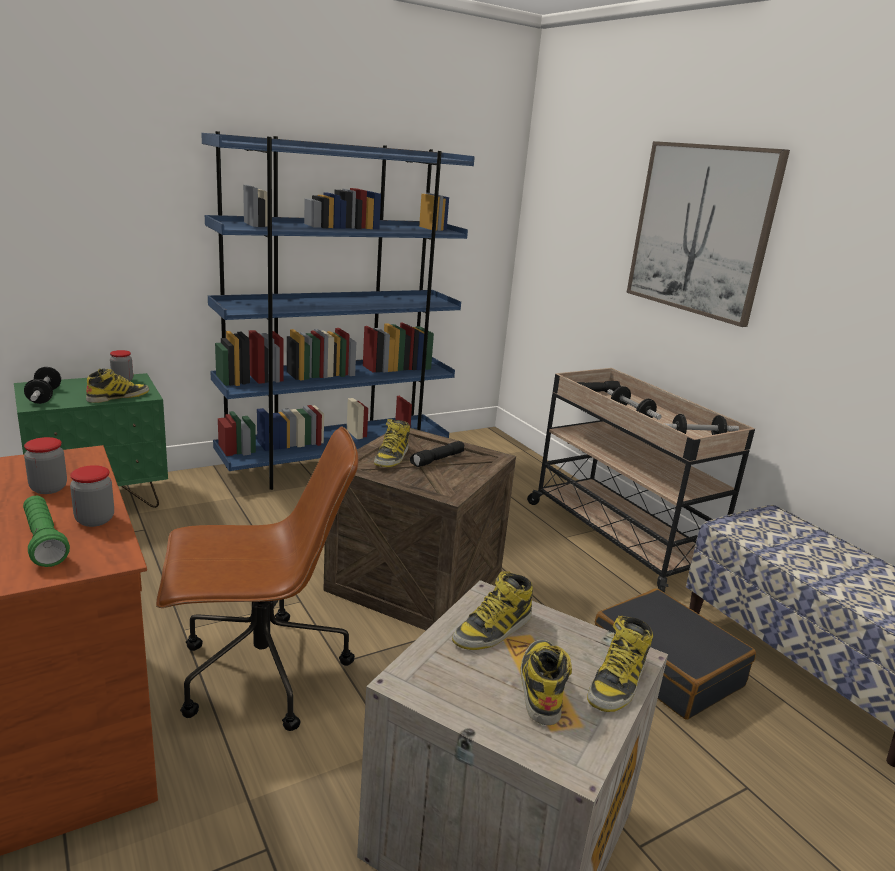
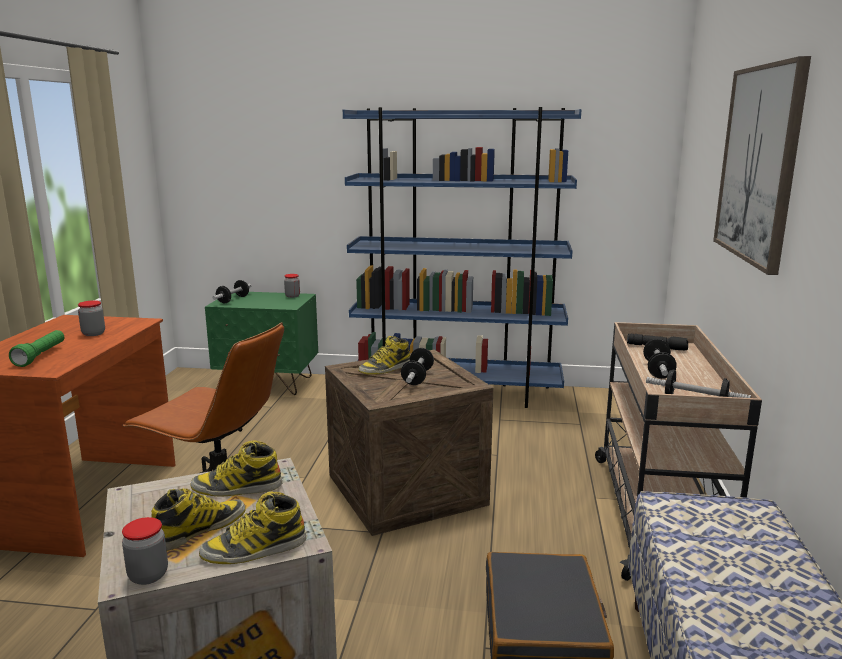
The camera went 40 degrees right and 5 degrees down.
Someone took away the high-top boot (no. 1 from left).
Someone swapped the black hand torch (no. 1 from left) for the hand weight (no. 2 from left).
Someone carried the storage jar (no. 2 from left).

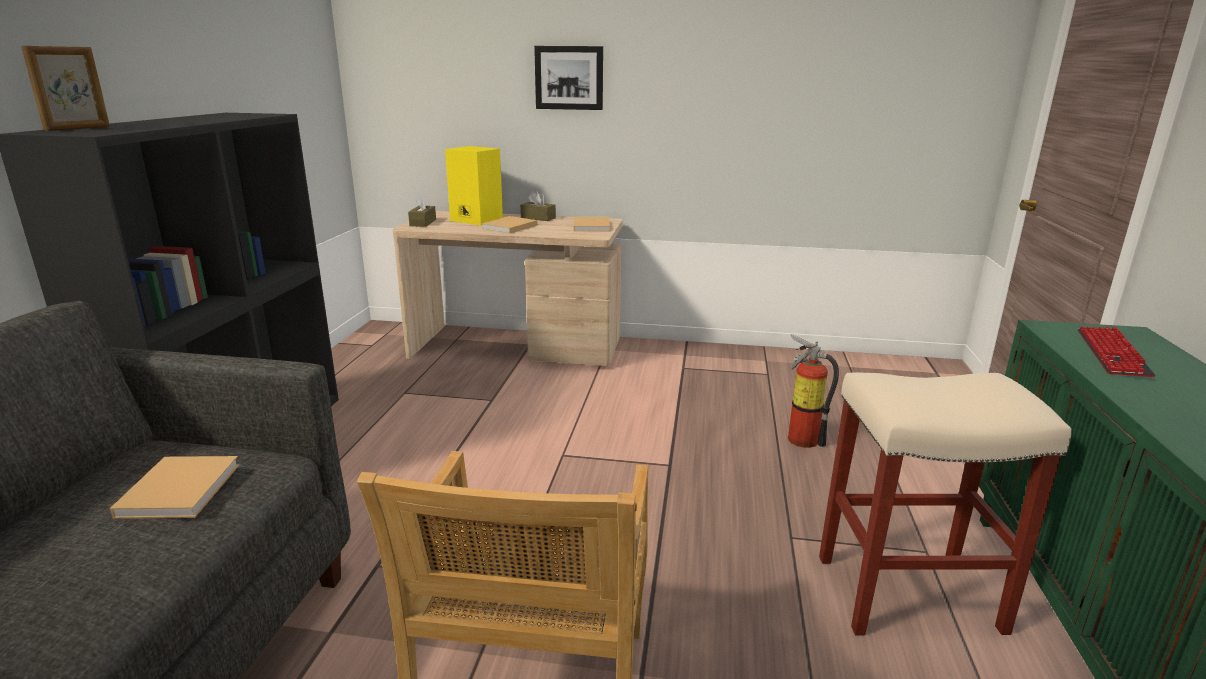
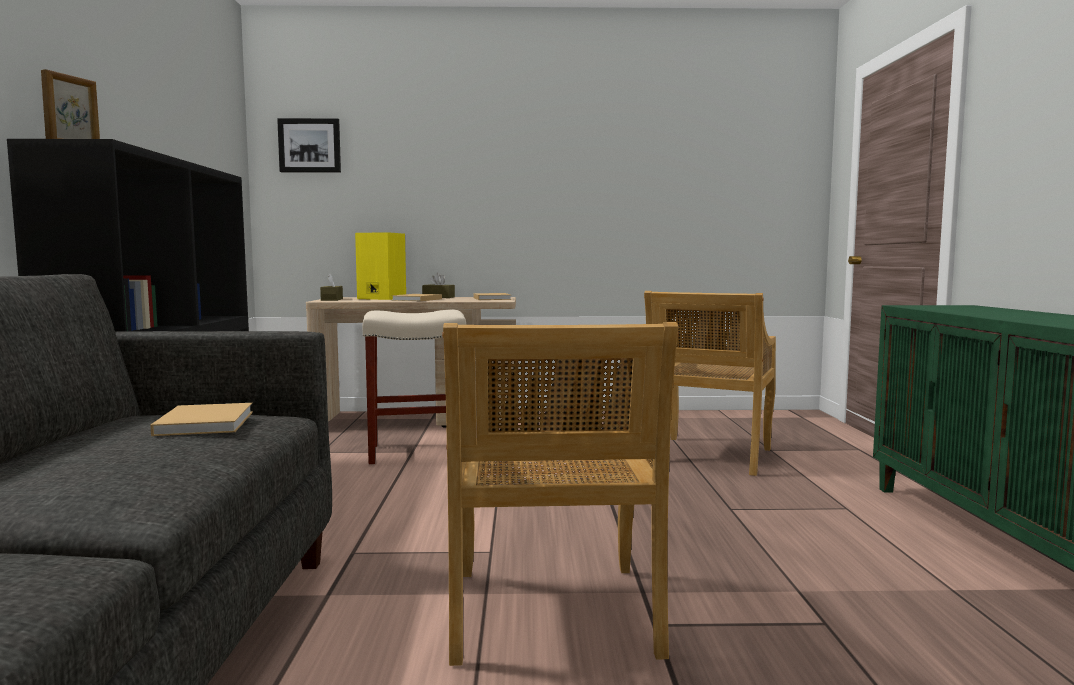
The camera went 10 degrees left and 15 degrees down.
Someone carried the wall picture.
Someone took away the PC keyboard.
Someone swapped the fire extinguisher for the beige plain chair (no. 2 from left).
Someone carried the beige sitting stool.

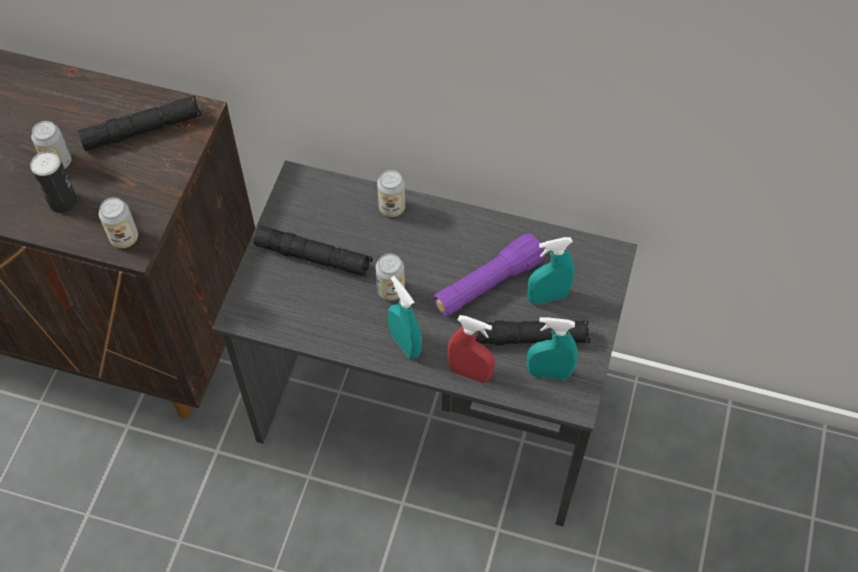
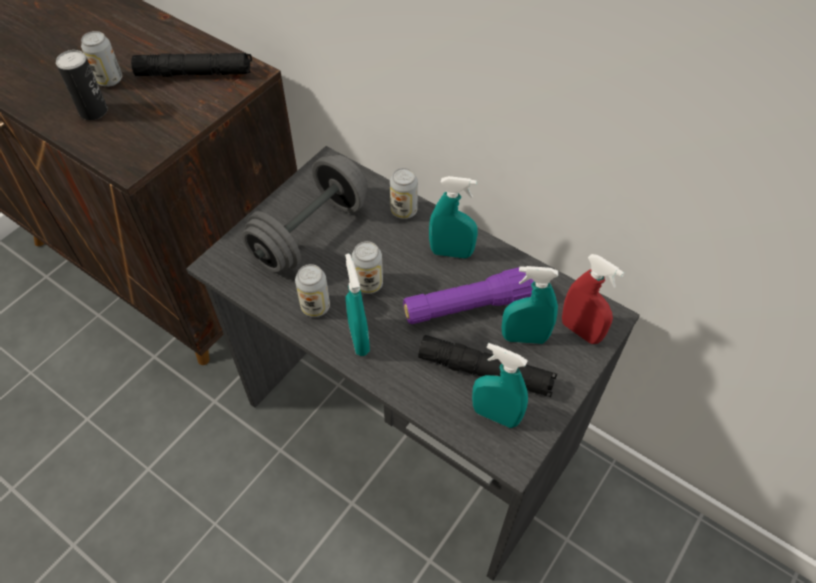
The camera went 20 degrees right and 5 degrees down.
Someone carried the sealed can (no. 3 from left).
Someone swapped the black hand torch (no. 2 from left) for the grey hand weight.
Someone carried the red spray bottle.
Someone put down the blue-green spray bottle (no. 2 from left).

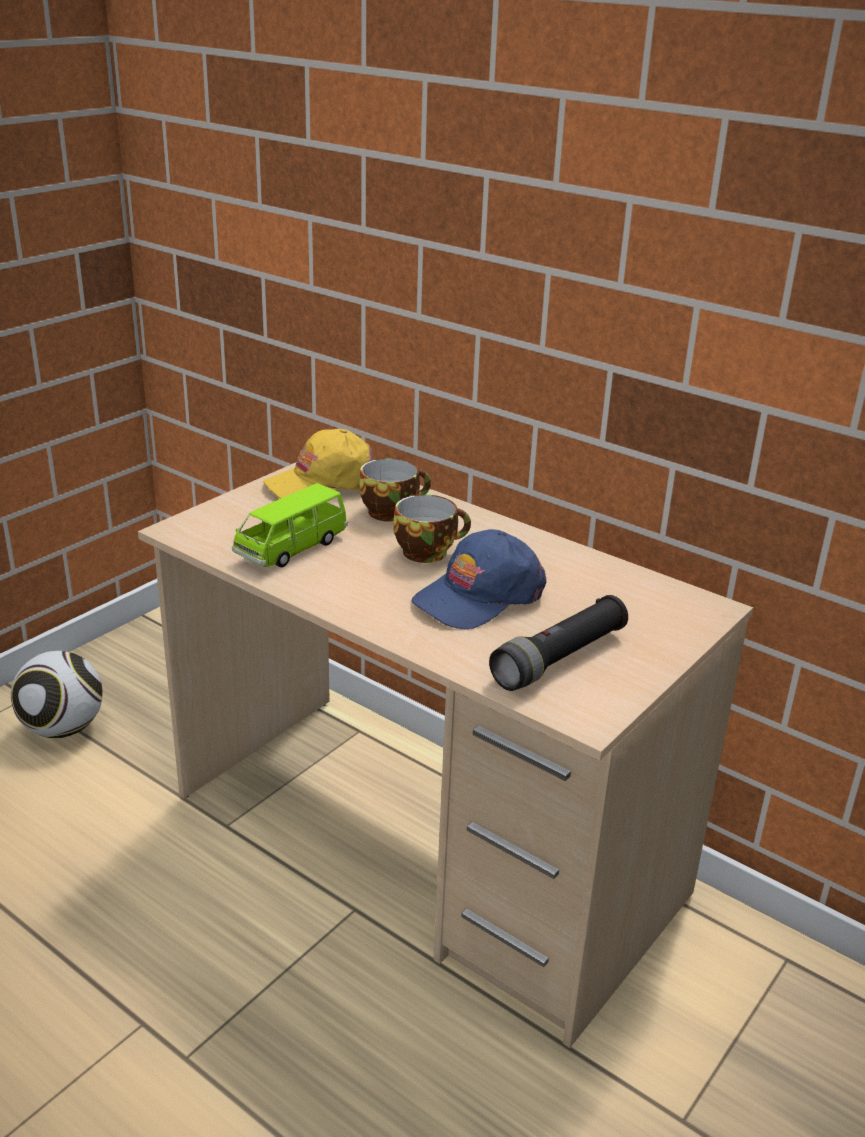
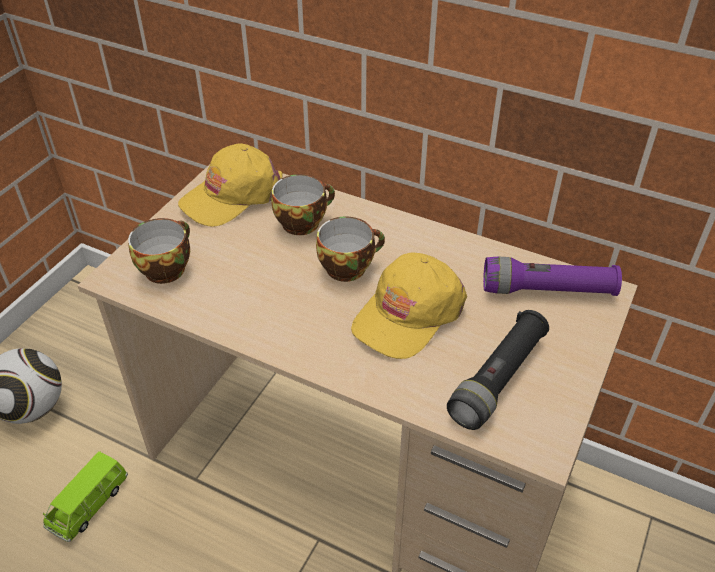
The camera went 10 degrees left and 15 degrees up.
Someone carried the green miniature car.
Someone repainted the blue baseball cap, which became the yellow-coloured baseball cap (no. 2 from left).
Someone put down the drinking cup (no. 1 from left).
Someone put down the purple hand torch.

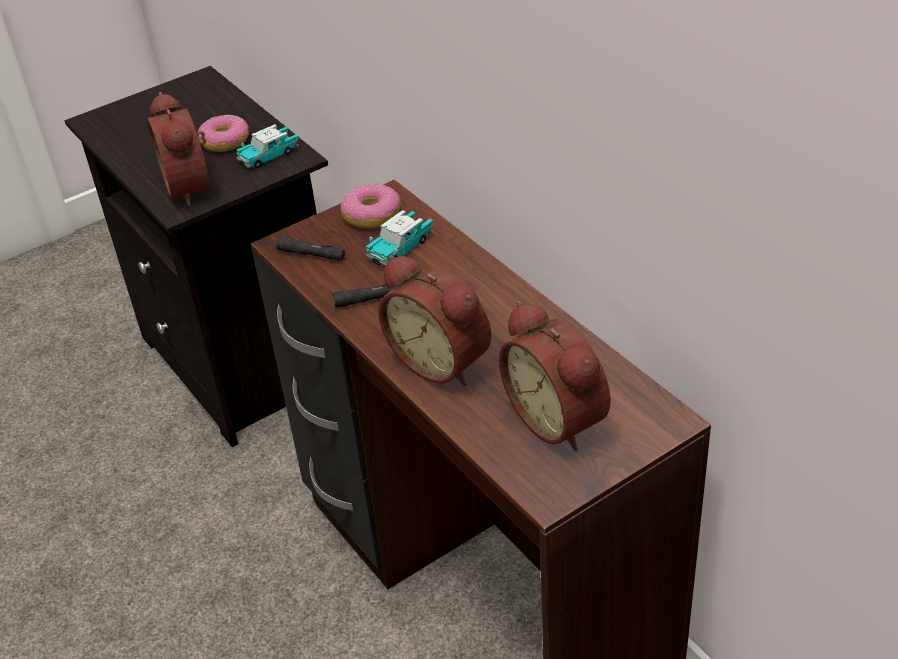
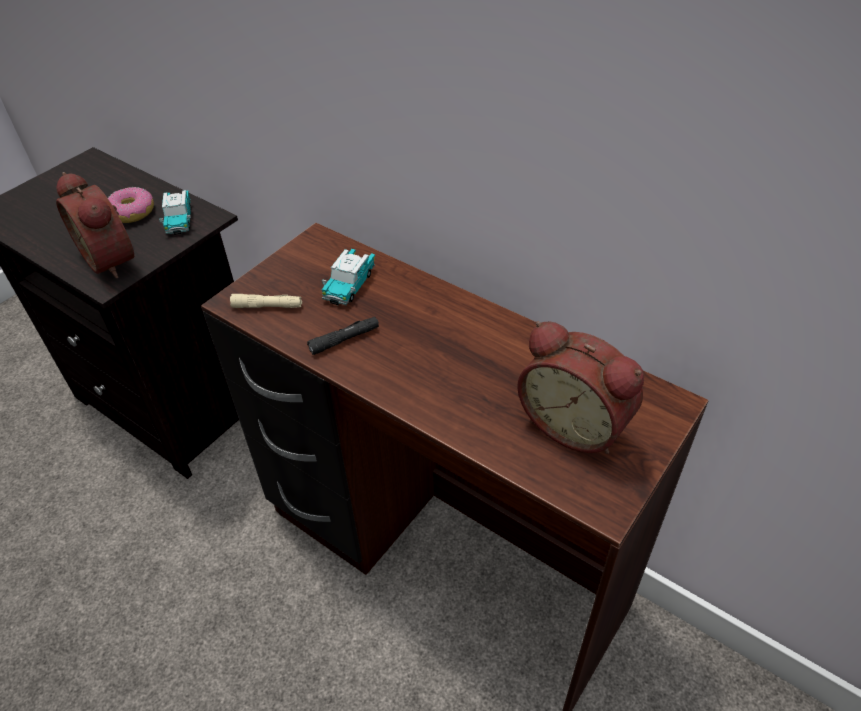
The camera went 20 degrees left and 5 degrees up.
Someone rotated the miniature car (no. 1 from left) by 45 degrees counterclockwise.
Someone took away the ring doughnut (no. 2 from left).
Someone repainted the black hand torch (no. 1 from left), which became the beige hand torch.
Someone took away the alarm clock (no. 2 from left).

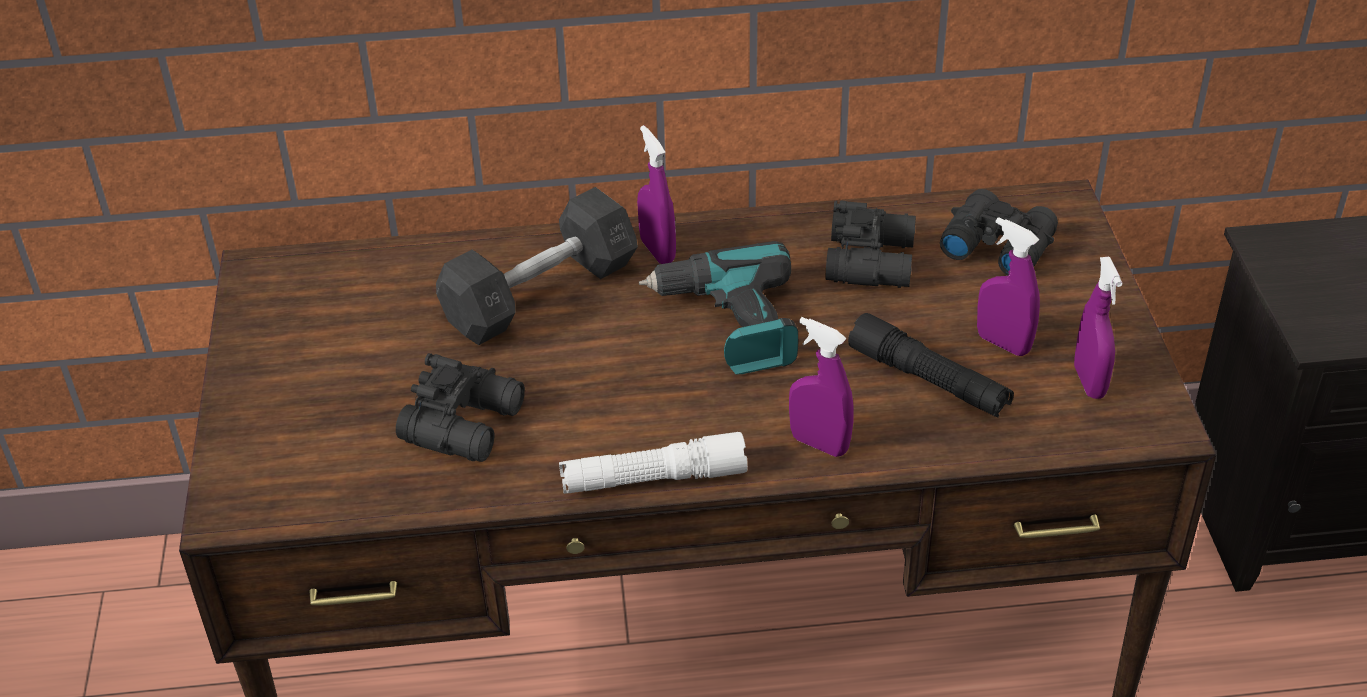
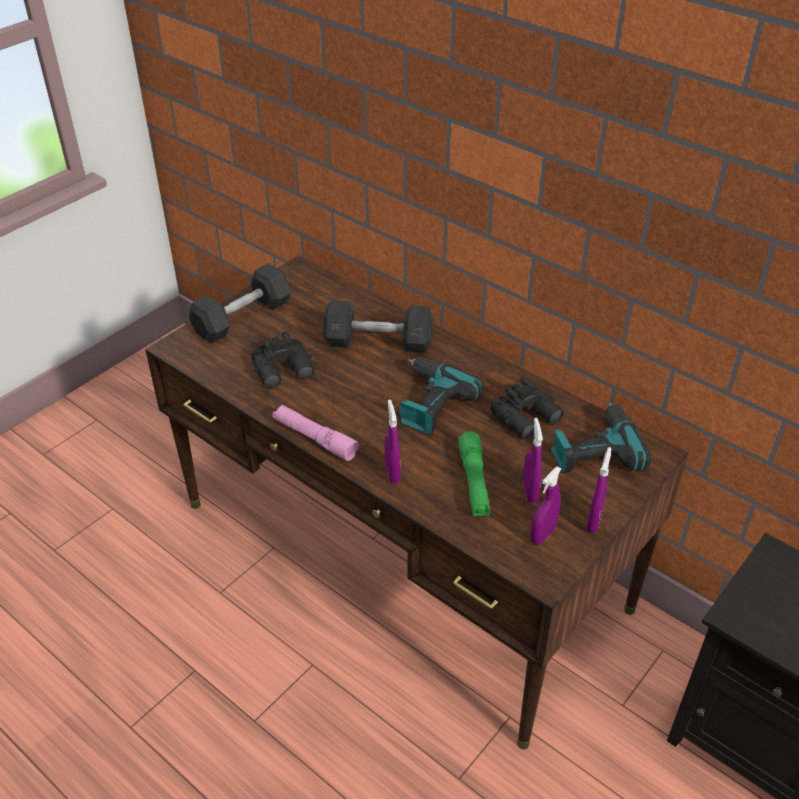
The camera went 45 degrees right and 0 degrees up.
Someone carried the purple spray bottle (no. 1 from left in the first image).
Someone swapped the black pair of binoculars (no. 3 from left) for the drill (no. 2 from left).
Someone repainted the black hand torch, which became the green hand torch.
Someone repainted the white-coloured hand torch, which became the pinkish hand torch.
Someone put down the grey hand weight (no. 1 from left).

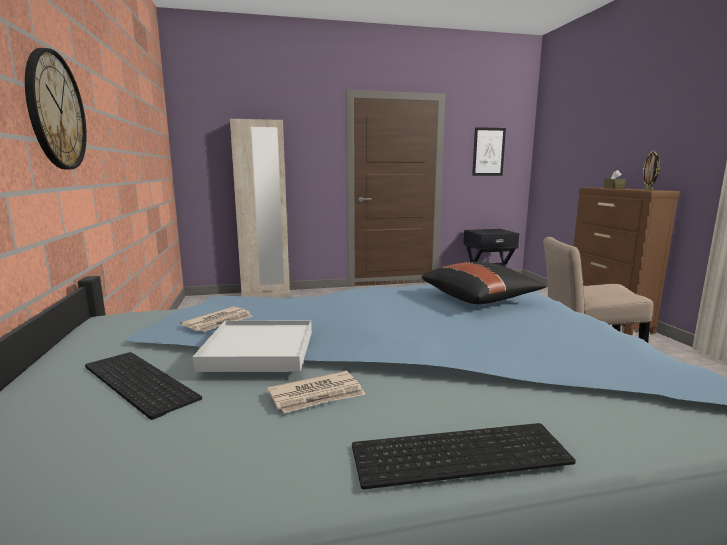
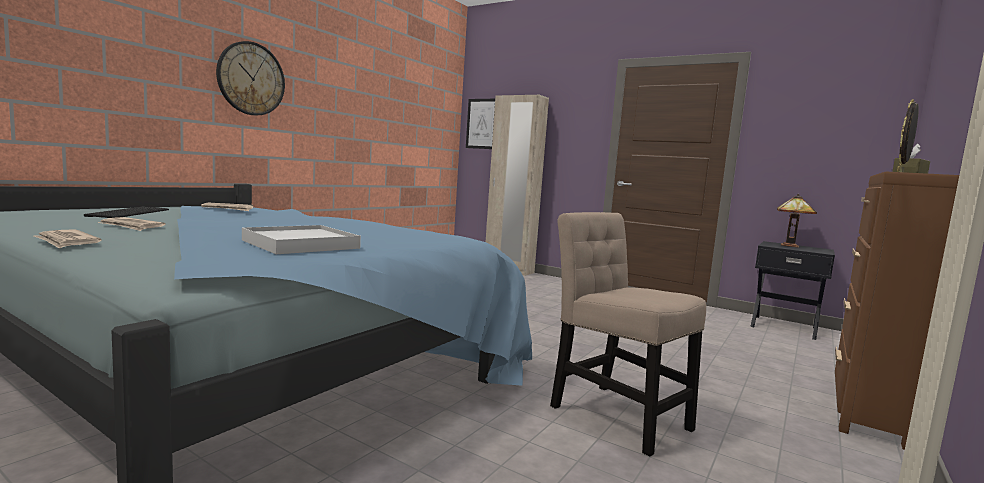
The camera went 45 degrees right and 5 degrees down.
Someone carried the wall picture.
Someone took away the black pillow.
Someone carried the white-coloured serving tray.
Someone swapped the PC keyboard (no. 2 from left) for the printed paper (no. 1 from left).
Someone put down the tabletop lamp.

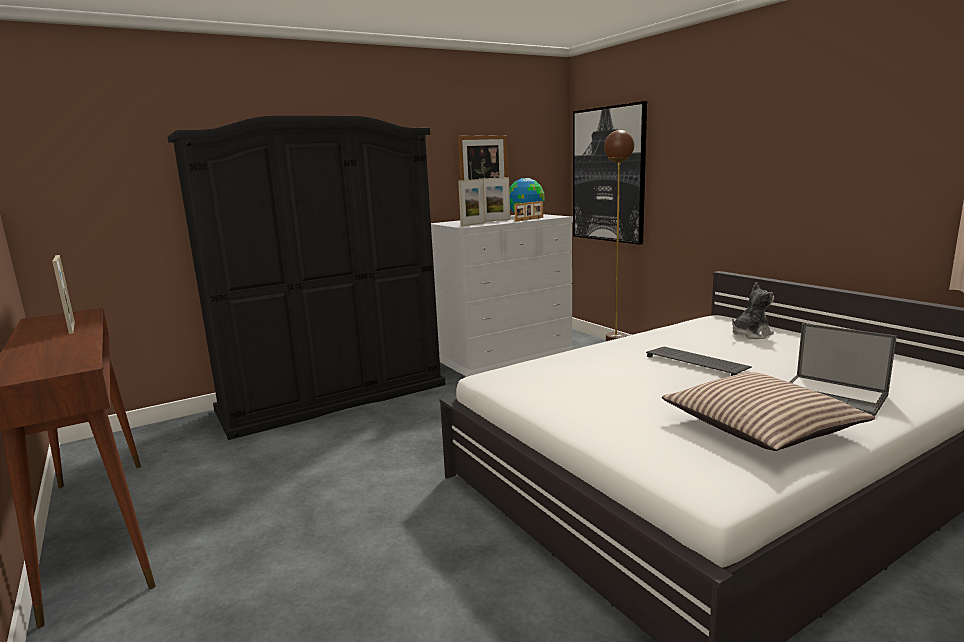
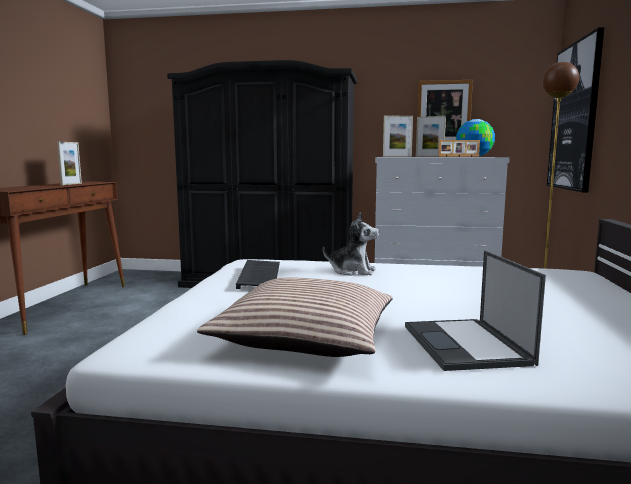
The camera went 40 degrees right and 5 degrees down.
Someone carried the cuddly toy.
Someone carried the PC keyboard.

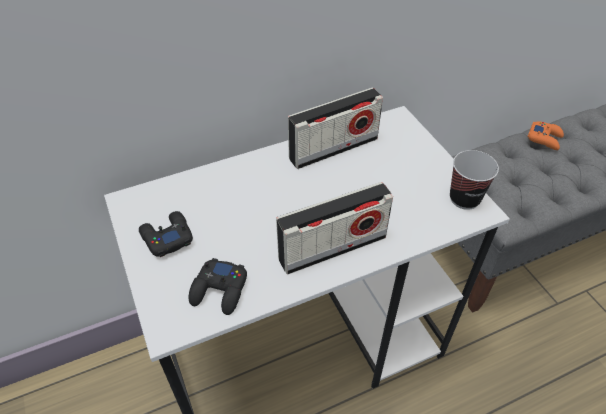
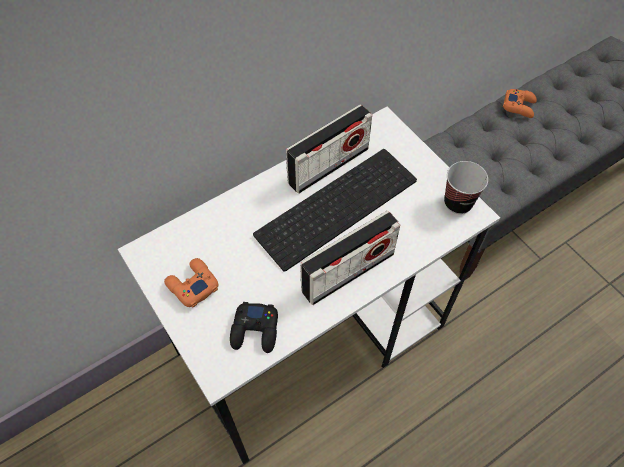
The camera went 10 degrees left and 10 degrees up.
Someone repainted the black joypad (no. 1 from left), which became the orange-coloured joypad (no. 1 from left).
Someone put down the PC keyboard.

